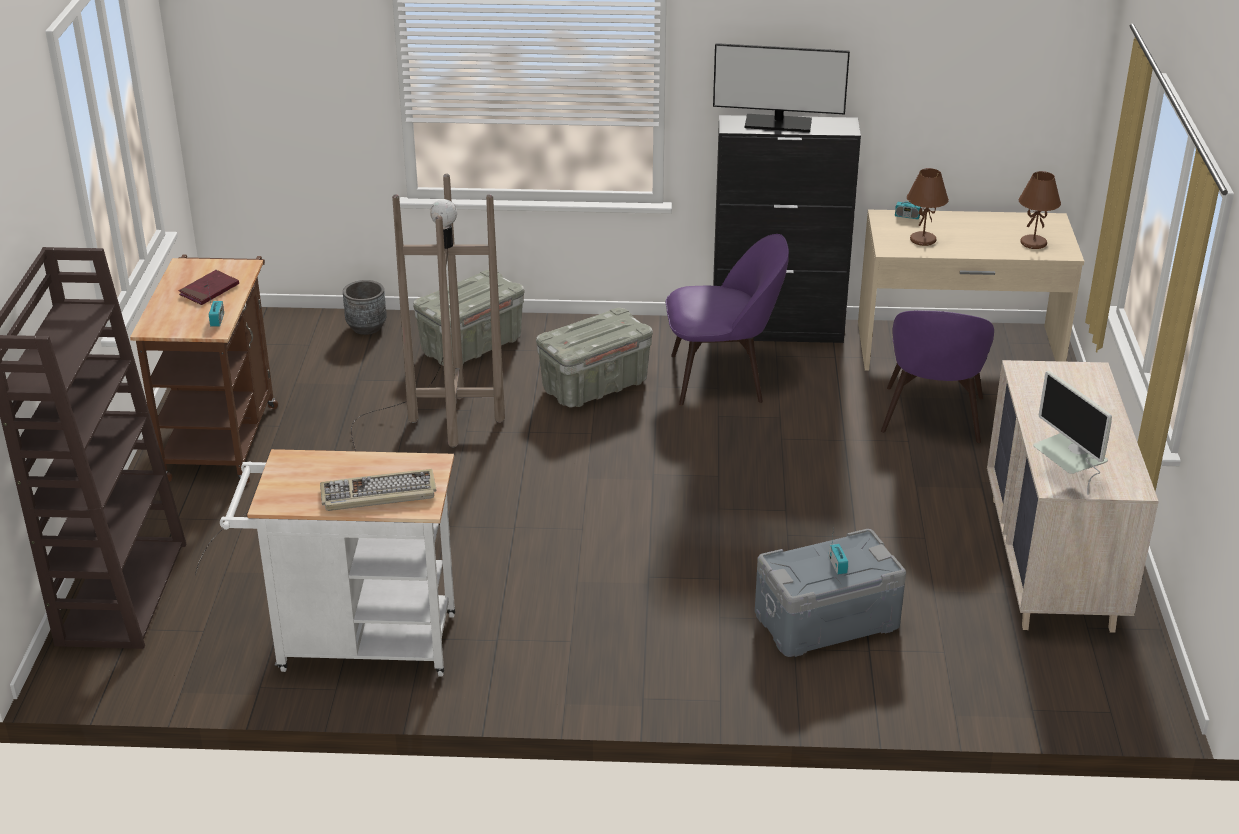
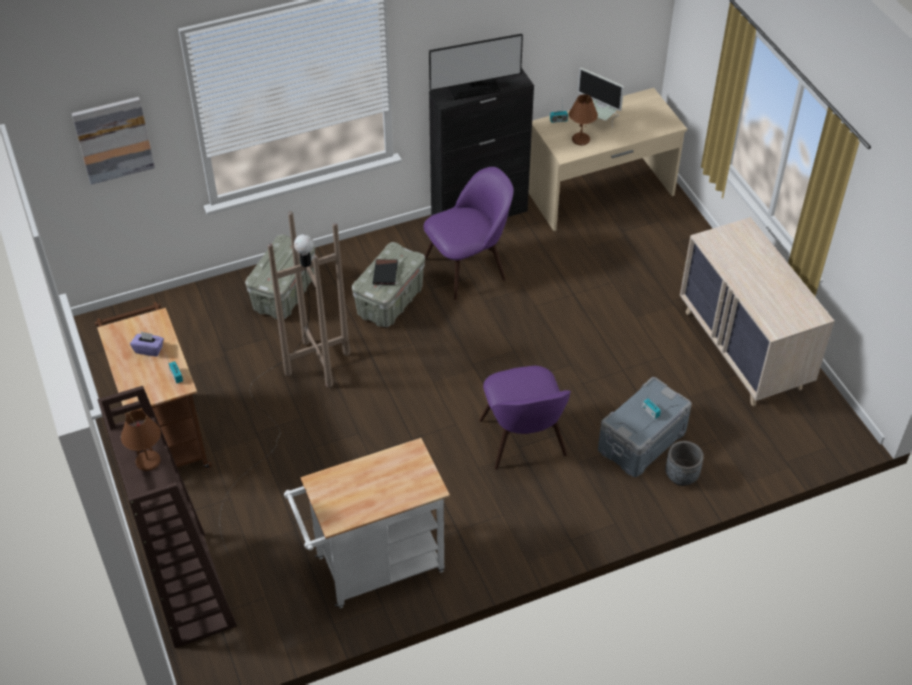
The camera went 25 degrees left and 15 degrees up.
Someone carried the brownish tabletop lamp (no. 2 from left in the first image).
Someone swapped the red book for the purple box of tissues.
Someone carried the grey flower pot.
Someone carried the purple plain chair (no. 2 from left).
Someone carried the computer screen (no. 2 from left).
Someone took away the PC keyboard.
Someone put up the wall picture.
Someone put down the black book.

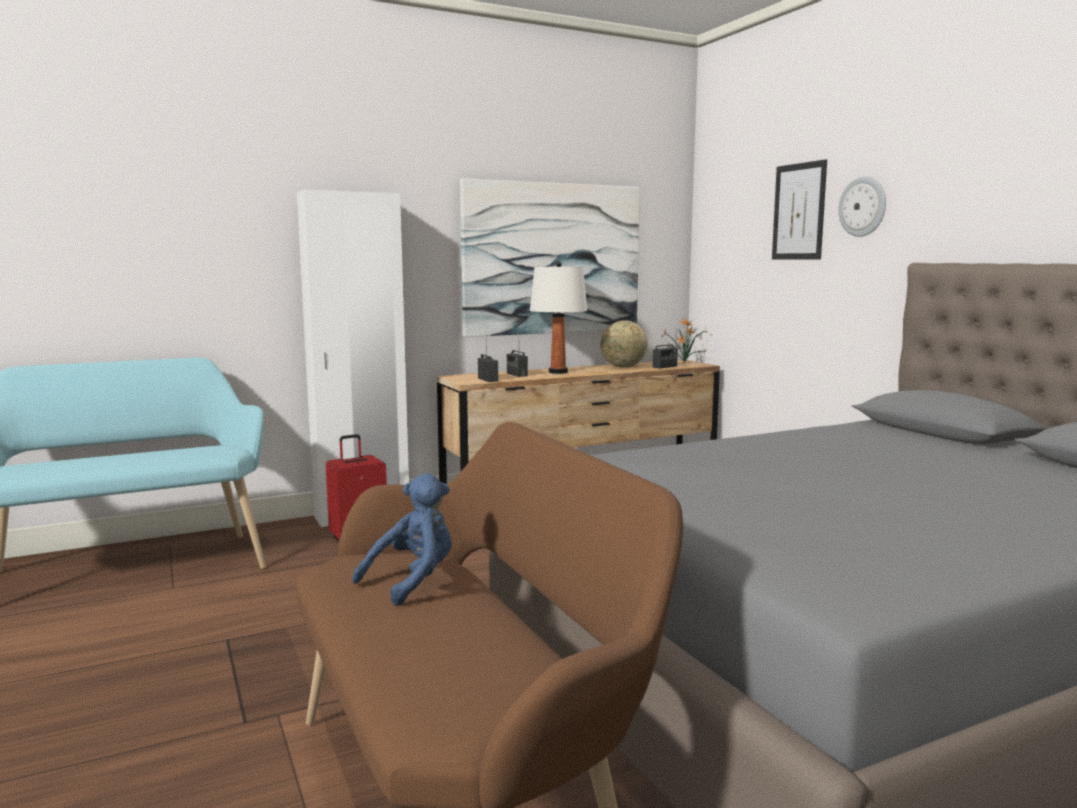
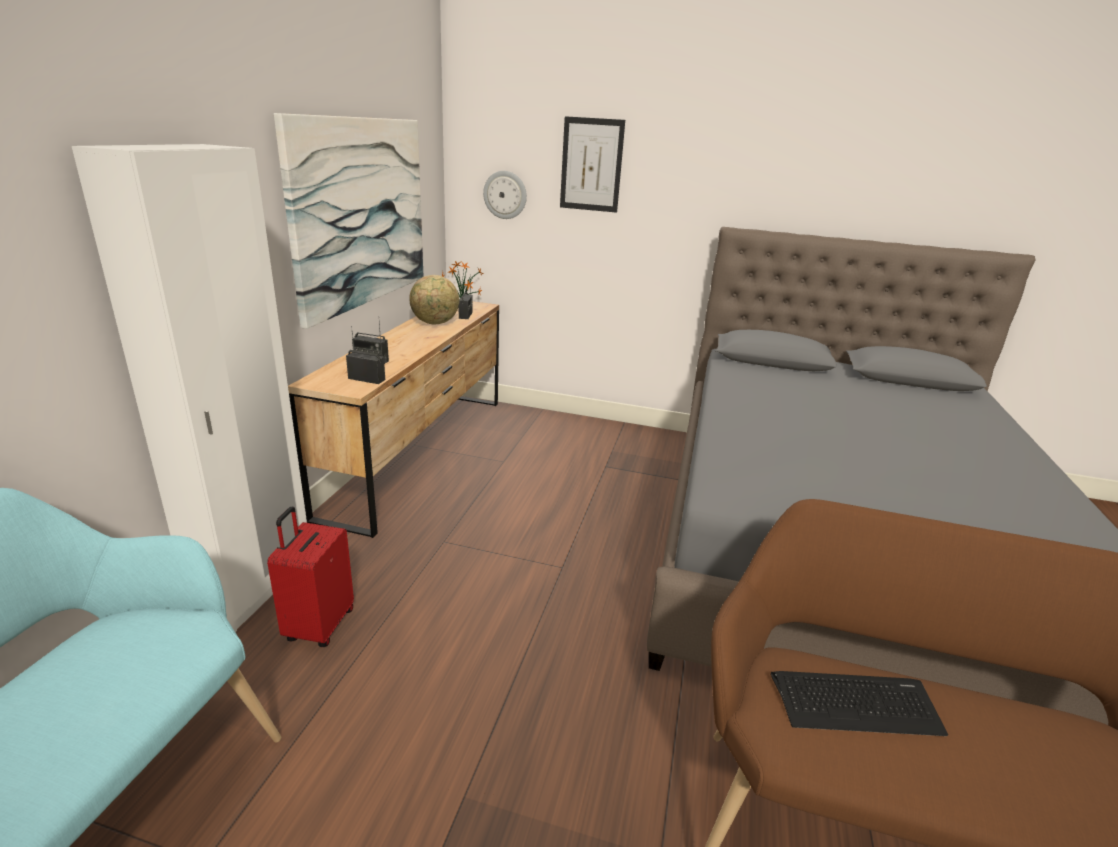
The camera went 50 degrees left and 15 degrees up.
Someone carried the wall clock.
Someone took away the white-coloured tabletop lamp.
Someone swapped the blue cuddly toy for the PC keyboard.

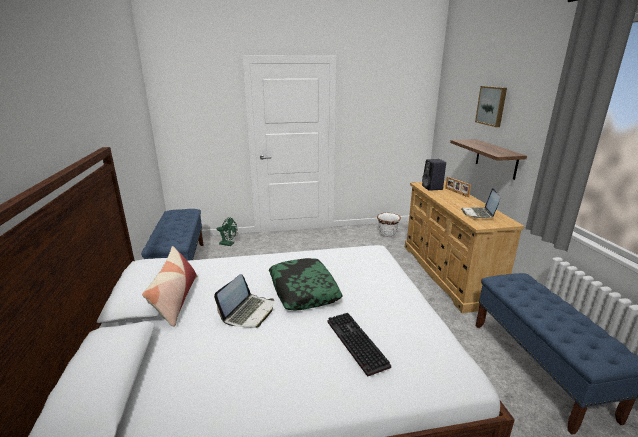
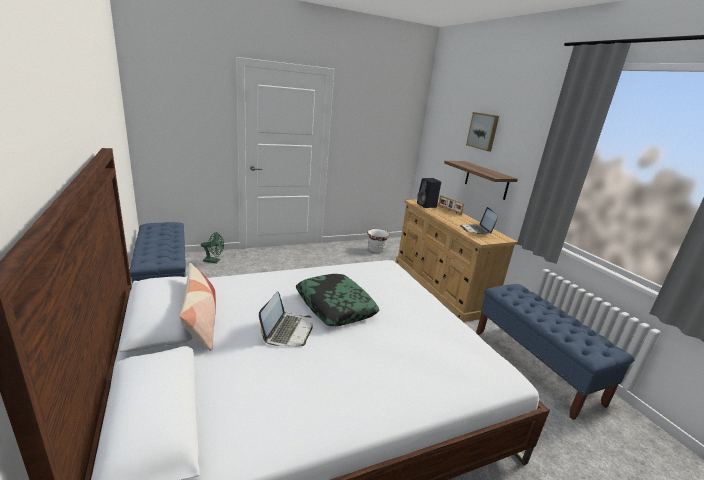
The camera went 15 degrees left and 0 degrees up.
Someone took away the PC keyboard.

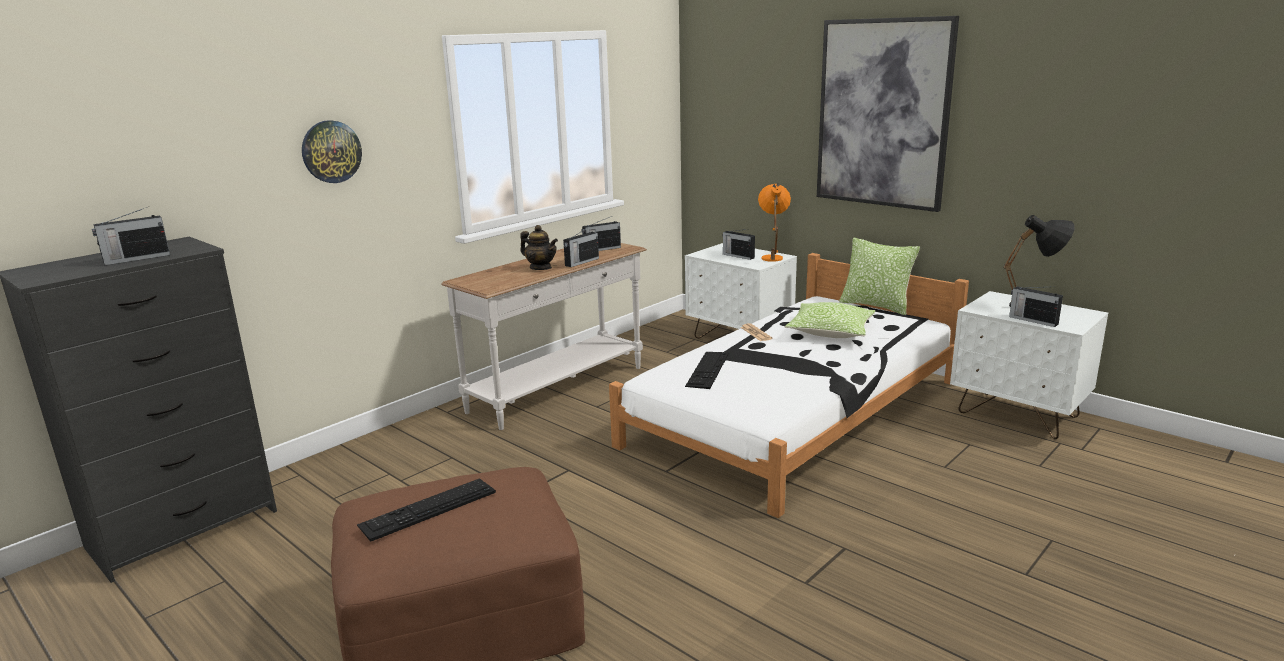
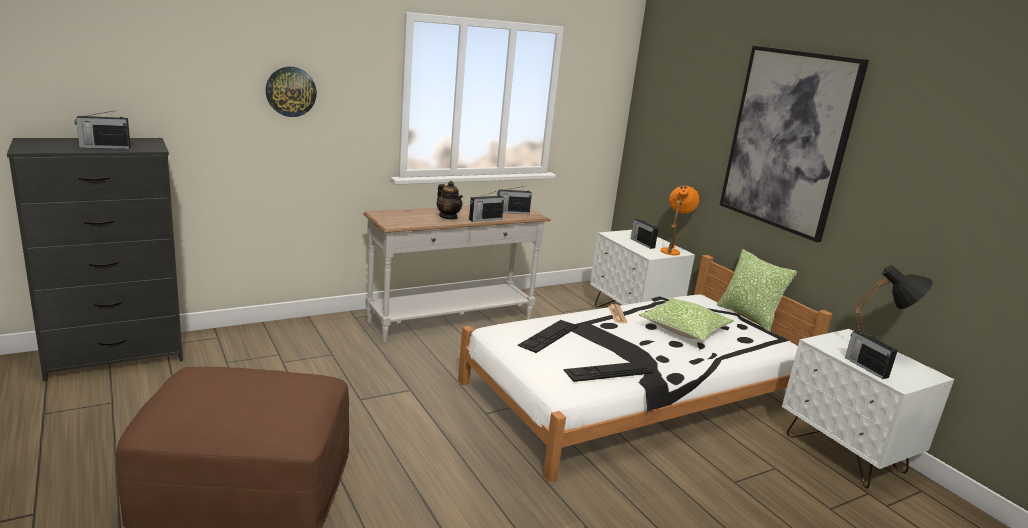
The camera went 15 degrees right and 0 degrees up.
Someone carried the PC keyboard (no. 1 from left in the first image).

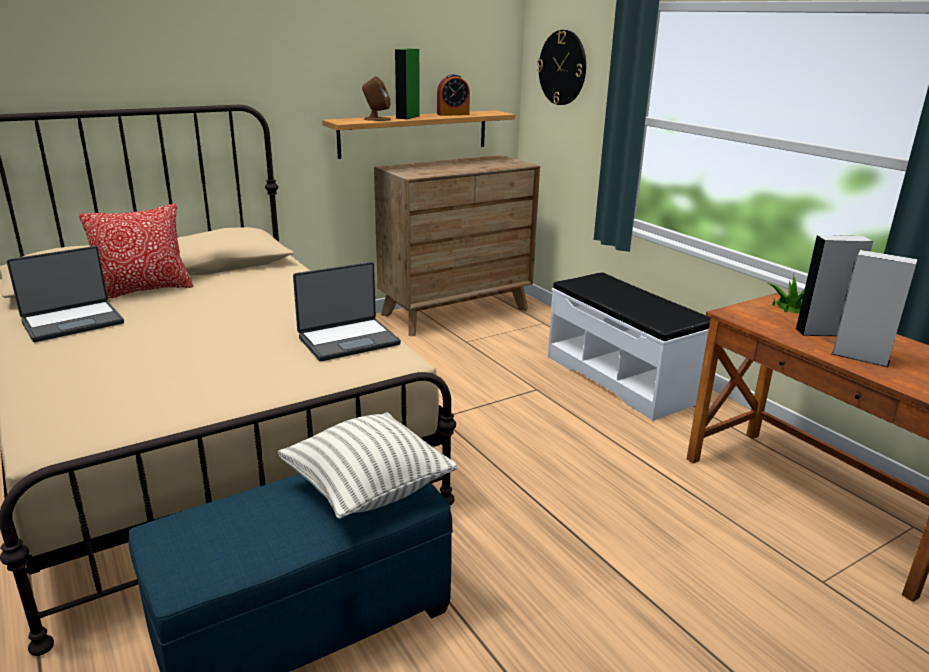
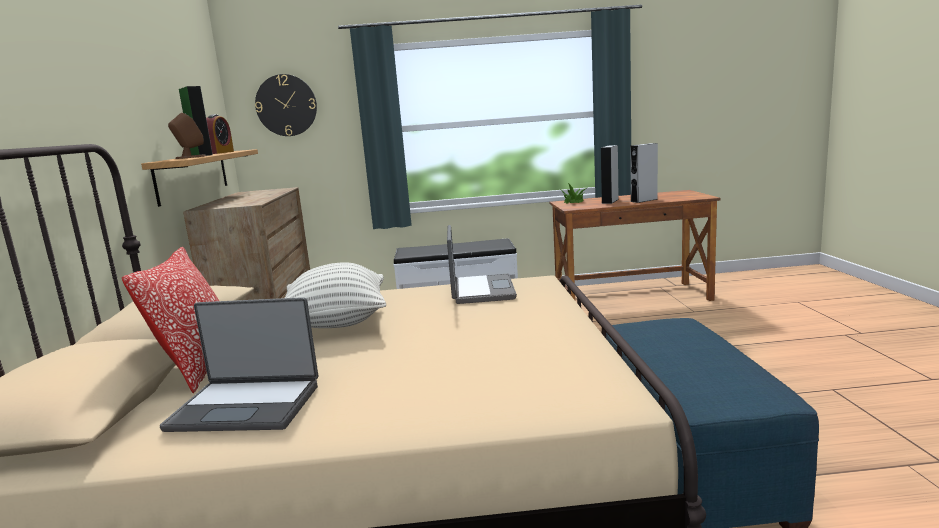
The camera went 60 degrees left and 10 degrees down.
Someone rotated the portable computer (no. 1 from left) by 105 degrees clockwise.
Someone carried the pillow (no. 2 from left).

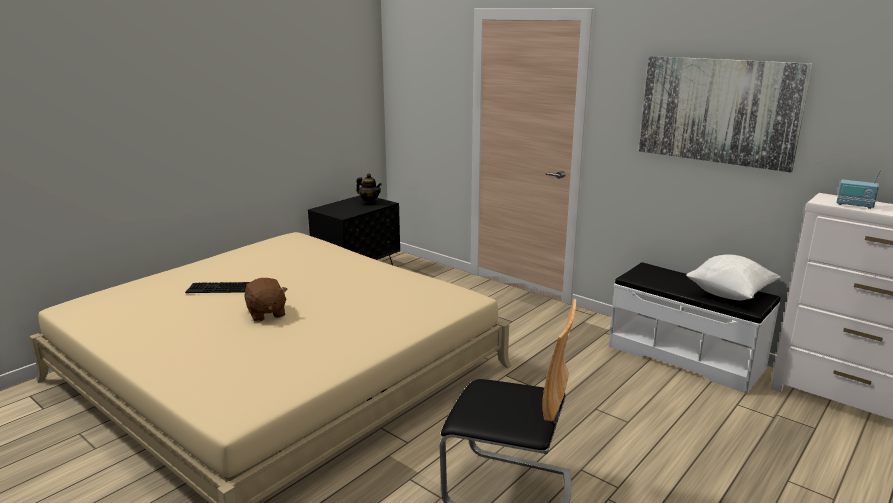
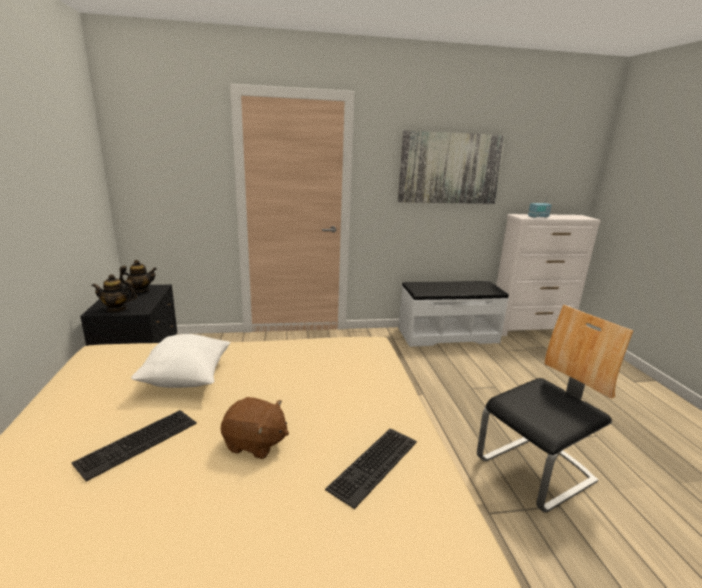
The camera went 50 degrees left and 0 degrees up.
Someone carried the white-coloured pillow.
Someone put down the teapot (no. 1 from left).
Someone put down the PC keyboard (no. 2 from left).

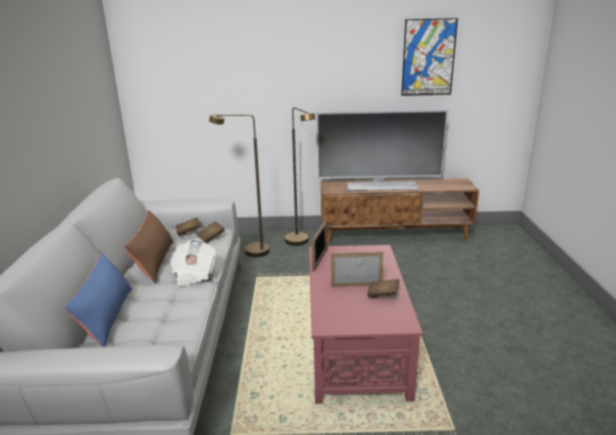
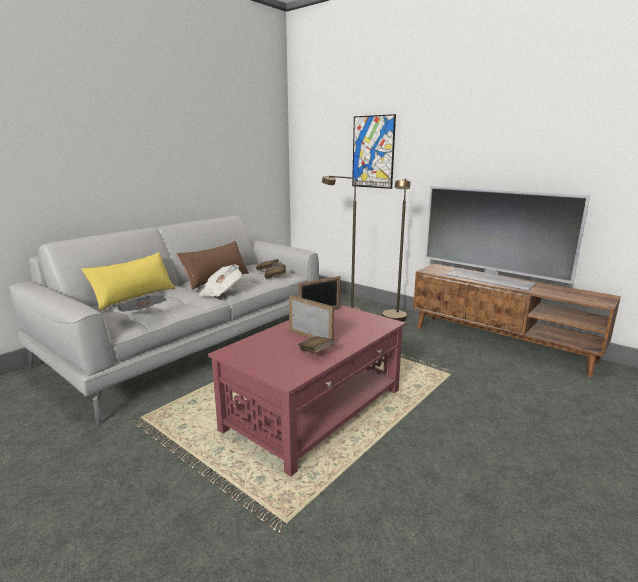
The camera went 40 degrees right and 5 degrees down.
Someone carried the wall picture.
Someone repainted the blue pillow, which became the yellow-coloured pillow.
Someone put down the printed paper (no. 1 from left).

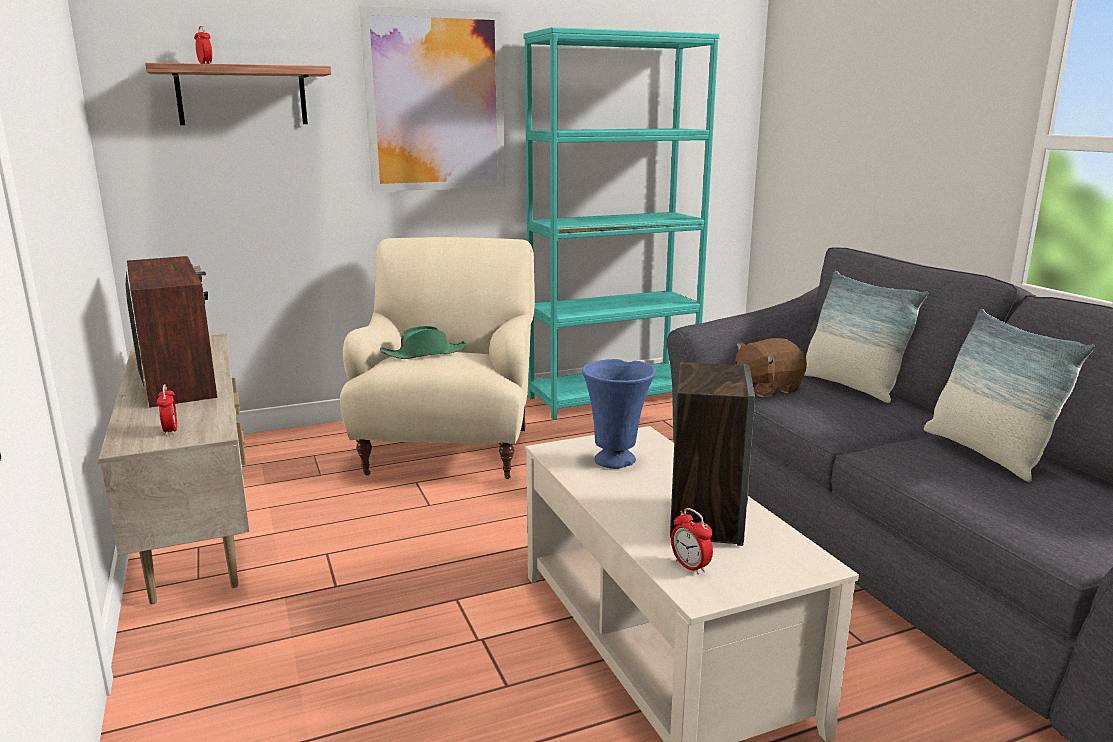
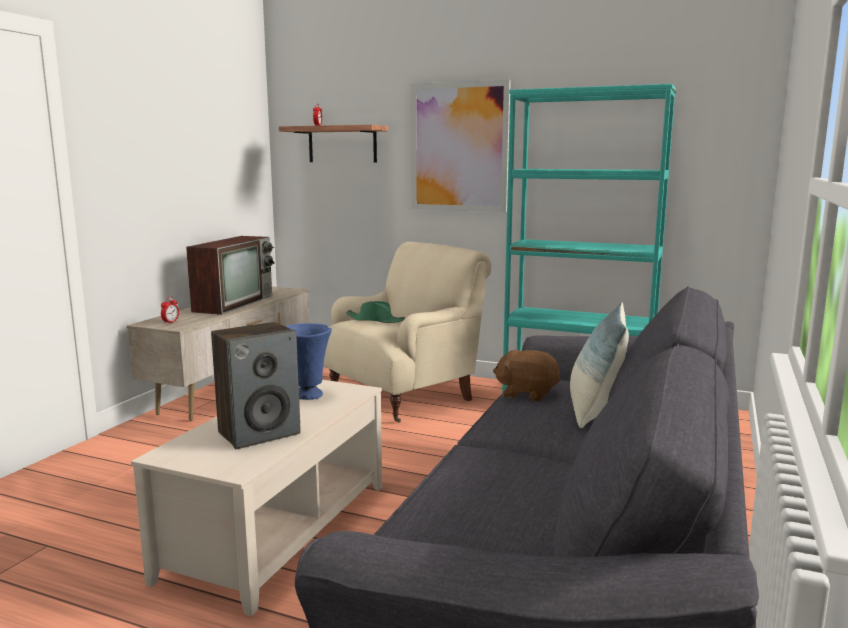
The camera went 45 degrees right and 5 degrees down.
Someone took away the pillow (no. 2 from left).
Someone took away the alarm clock (no. 3 from left).

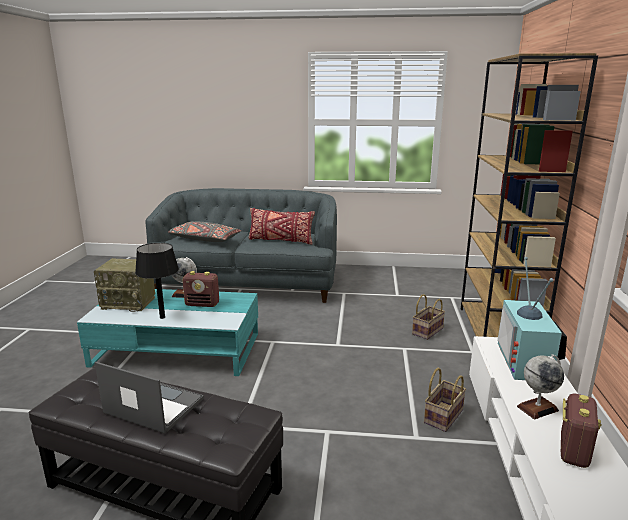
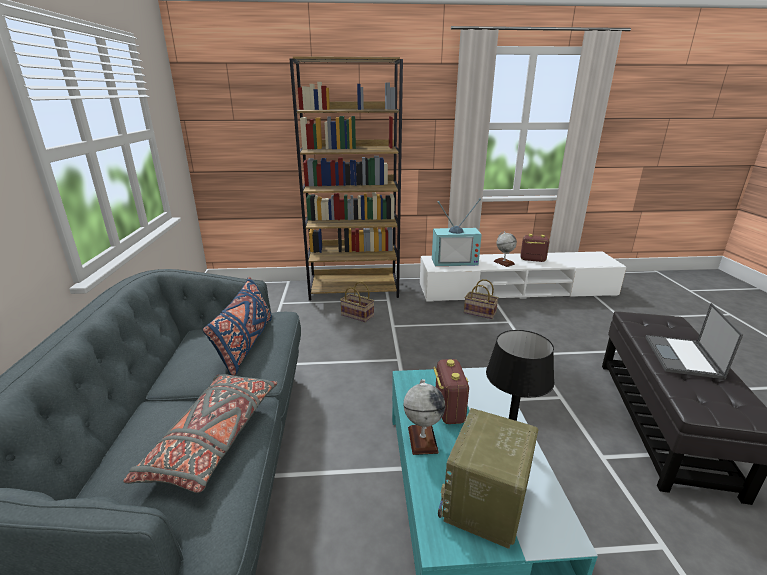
The camera went 100 degrees left and 5 degrees up.
Someone repainted the red pillow, which became the blue pillow.
Someone rotated the radio set (no. 1 from left in the first image) by 150 degrees counterclockwise.

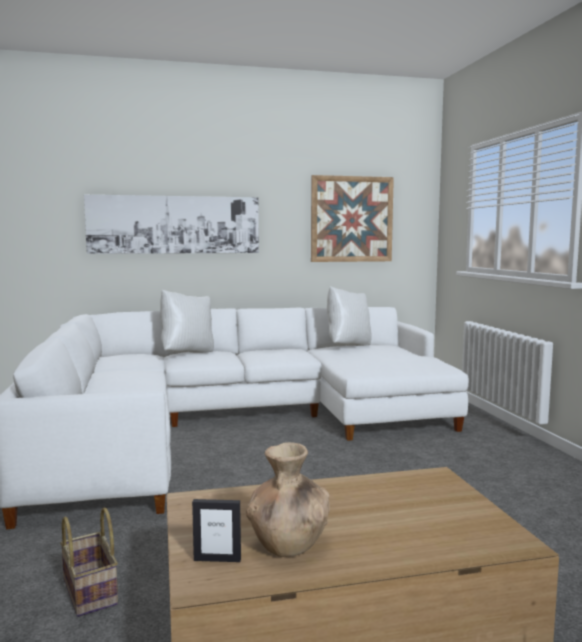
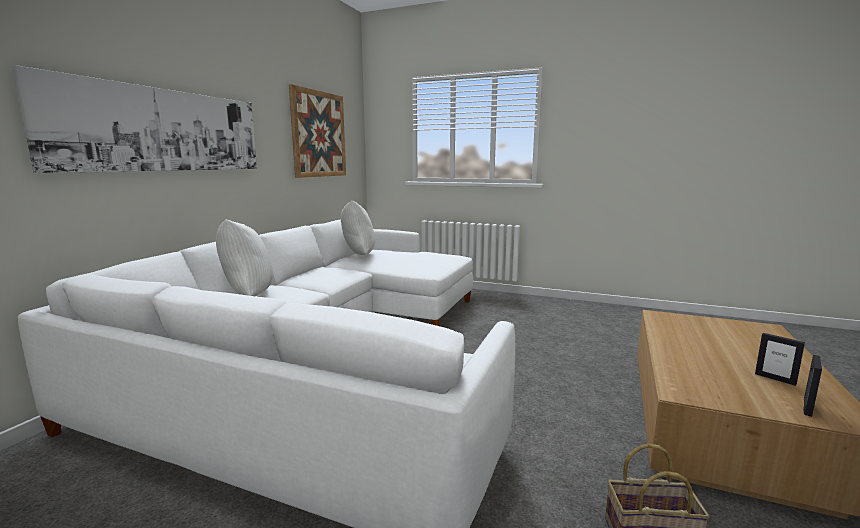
The camera went 55 degrees left and 5 degrees up.
Someone swapped the brownish decorative vase for the picture frame (no. 1 from left).

